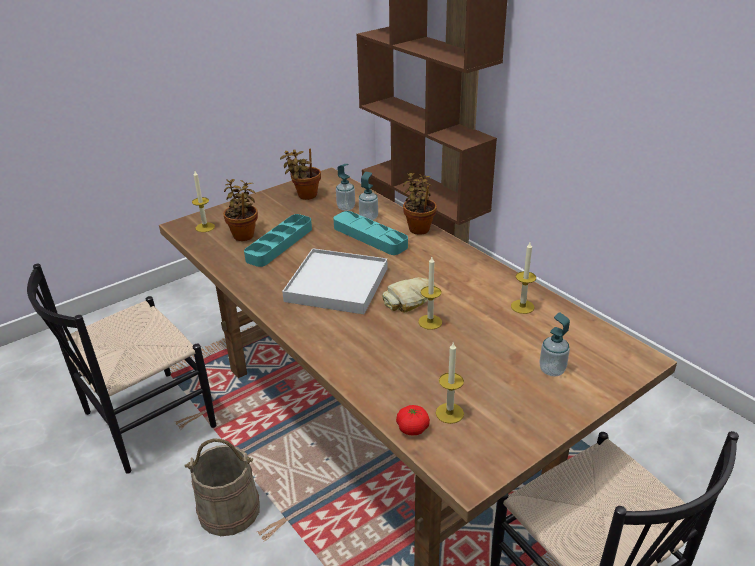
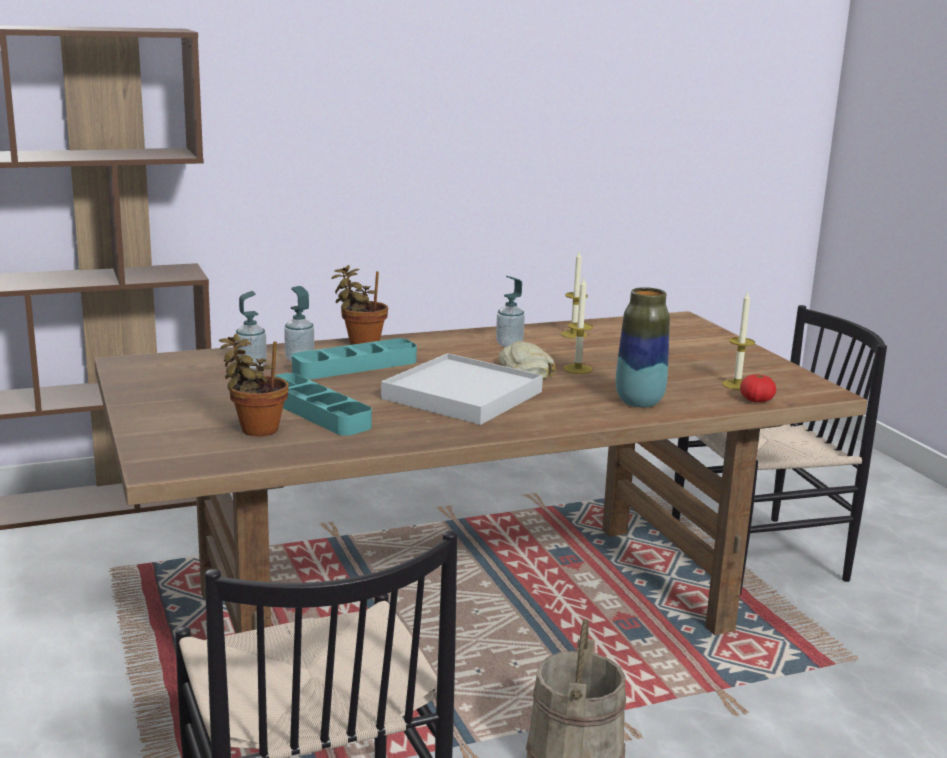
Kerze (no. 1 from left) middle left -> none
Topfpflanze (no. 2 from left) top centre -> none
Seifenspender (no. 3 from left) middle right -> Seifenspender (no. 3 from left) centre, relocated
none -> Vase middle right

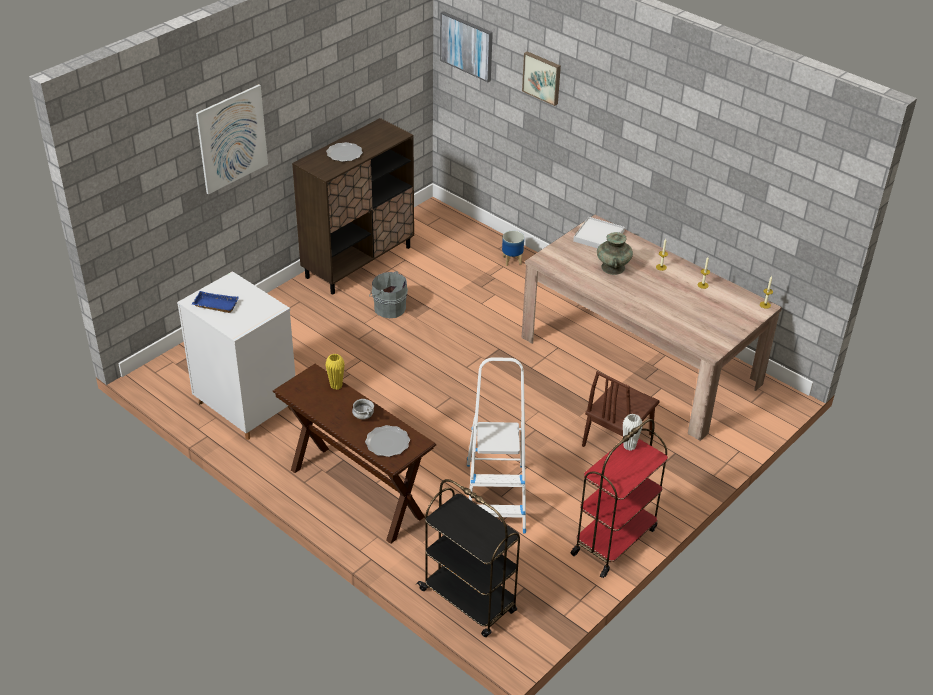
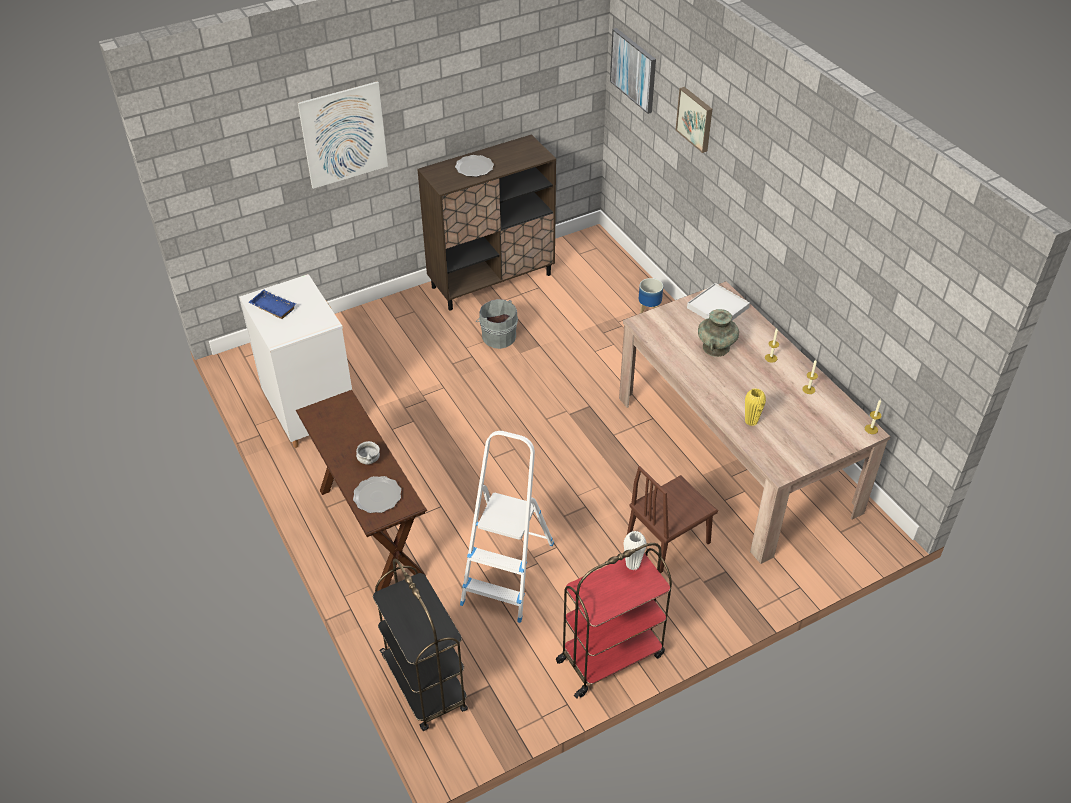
Vase/gelb centre -> Vase/gelb middle right, relocated

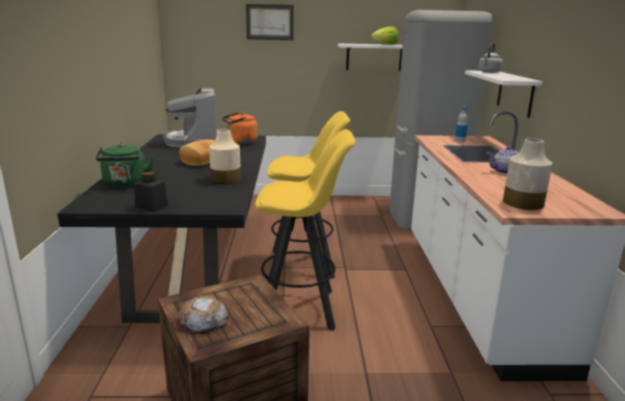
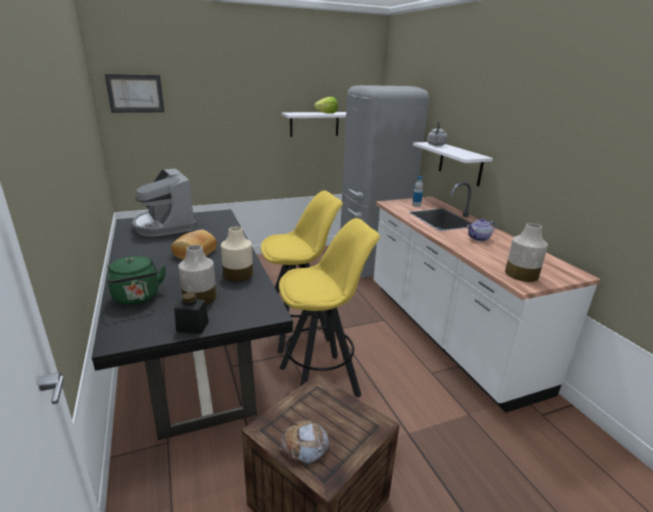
Wasserkessel/orange top centre -> none
Bild top centre -> Bild top left, relocated
none -> Vase/beige (no. 1 from left) middle left

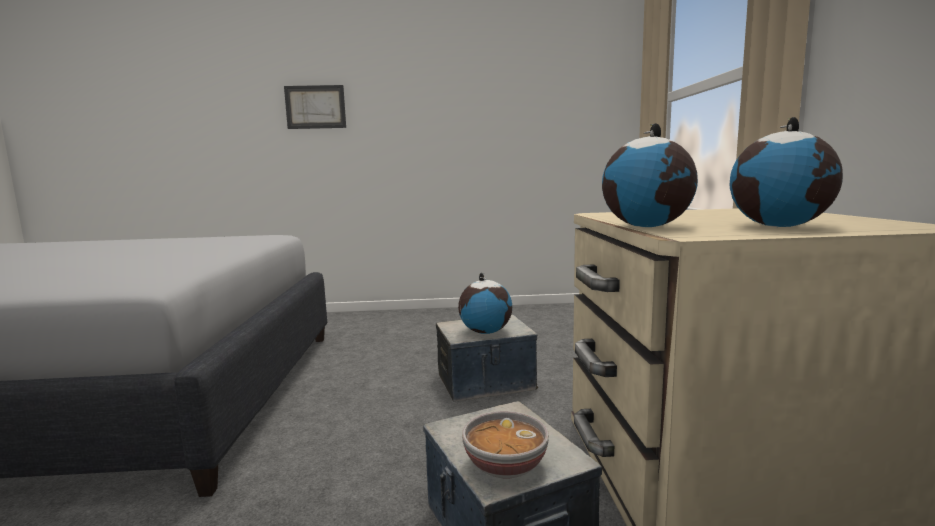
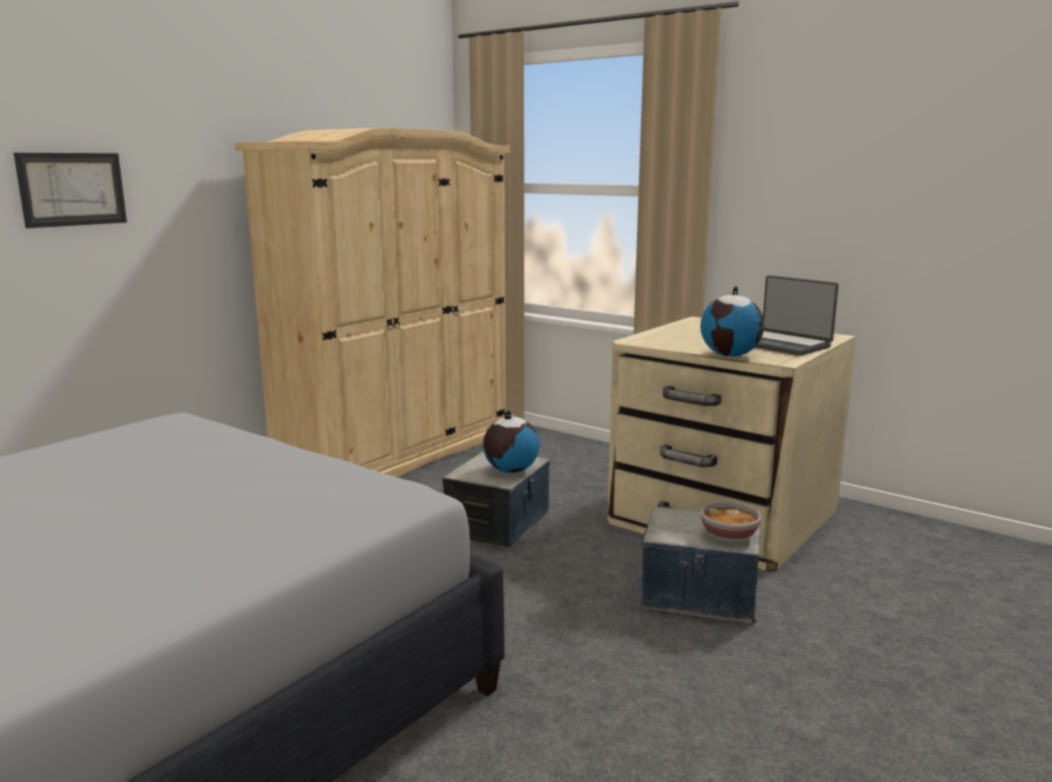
Globus (no. 3 from left) top right -> Laptop middle right
none -> Kleiderschrank/beige centre

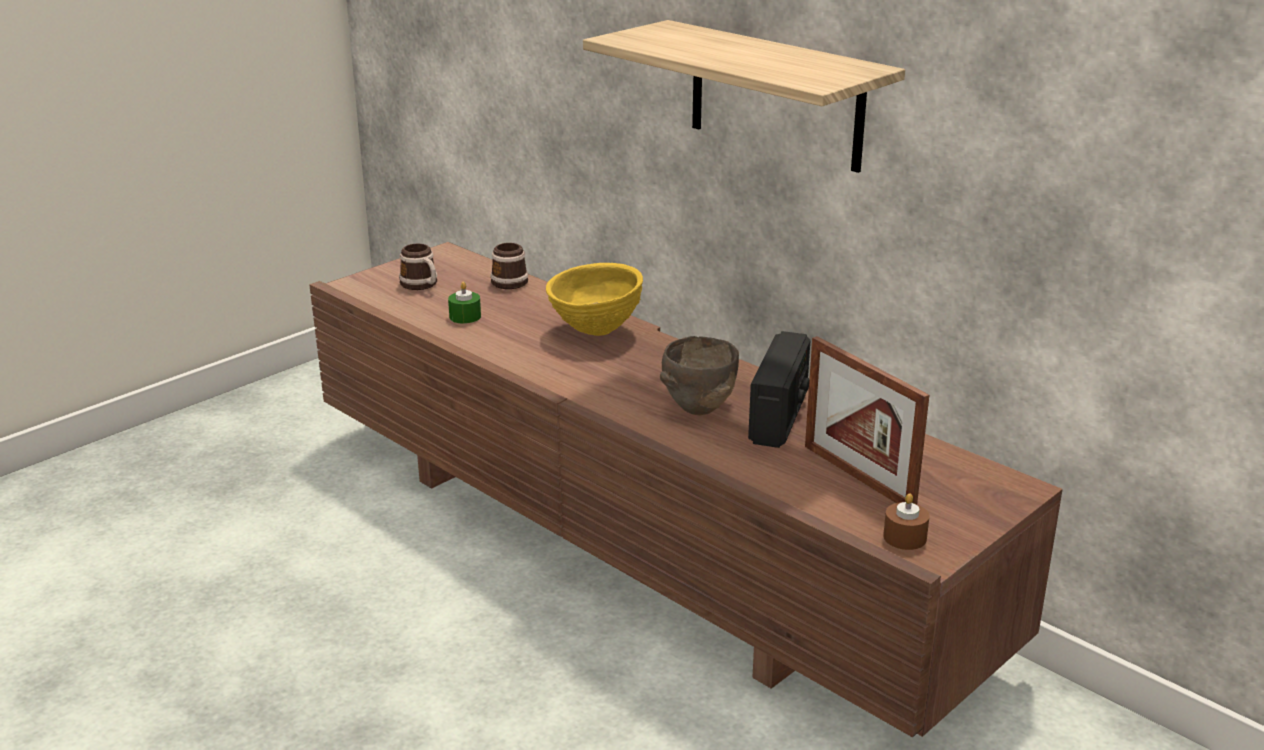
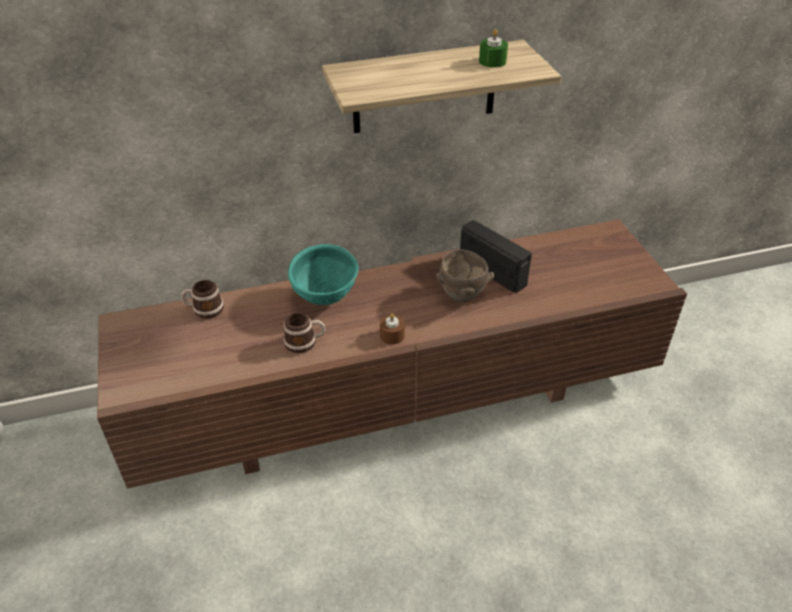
Henkelbecher (no. 1 from left in the first image) middle left -> Henkelbecher (no. 2 from left) centre, relocated
Kerze/grün centre -> Kerze/grün top centre, relocated
Schüssel/gelb centre -> Schüssel/türkis centre
Bilderrahmen middle right -> none
Kerze/braun bottom right -> Kerze/braun centre, relocated

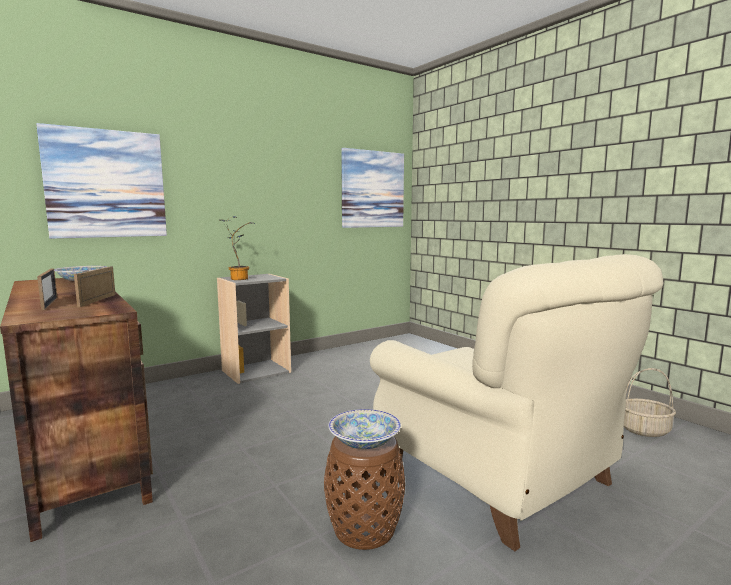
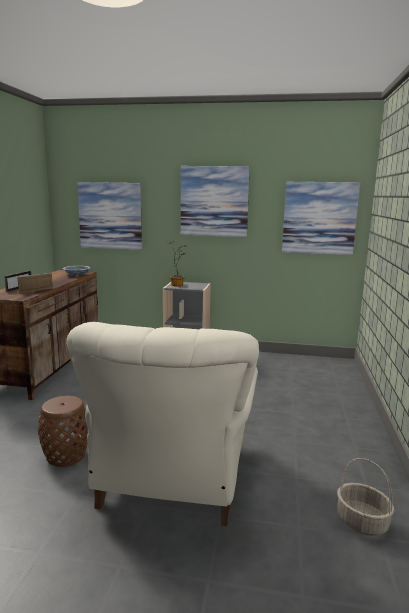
Schüssel (no. 2 from left) bottom centre -> none
none -> Bild (no. 2 from left) top centre

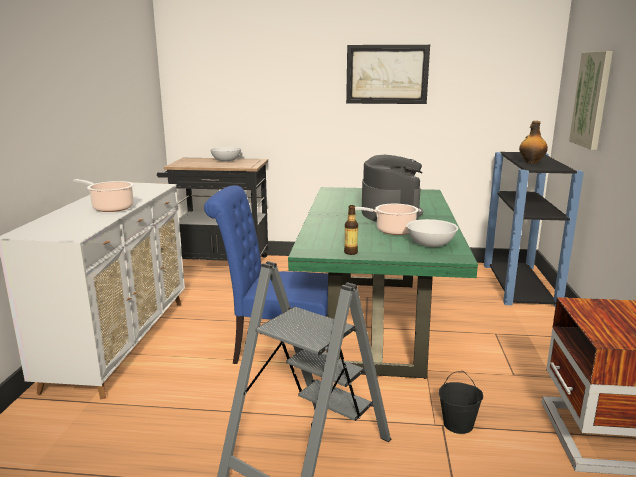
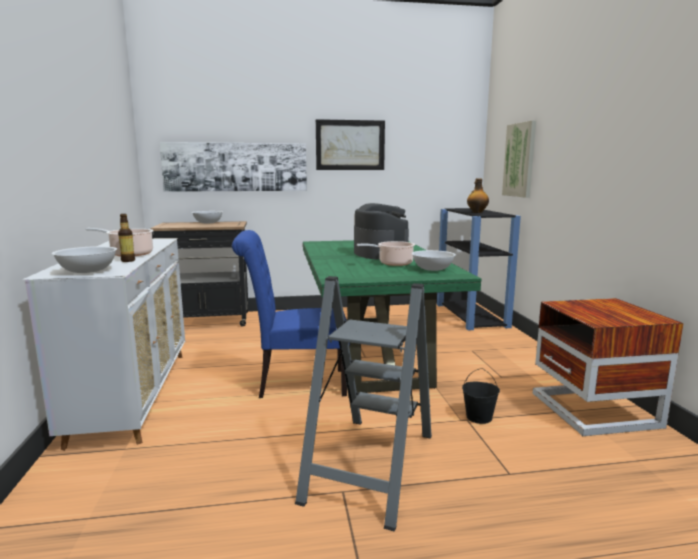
Flasche (no. 1 from left) centre -> Flasche (no. 1 from left) middle left, relocated
none -> Schüssel/weiß (no. 1 from left) middle left
none -> Bild (no. 1 from left) top centre

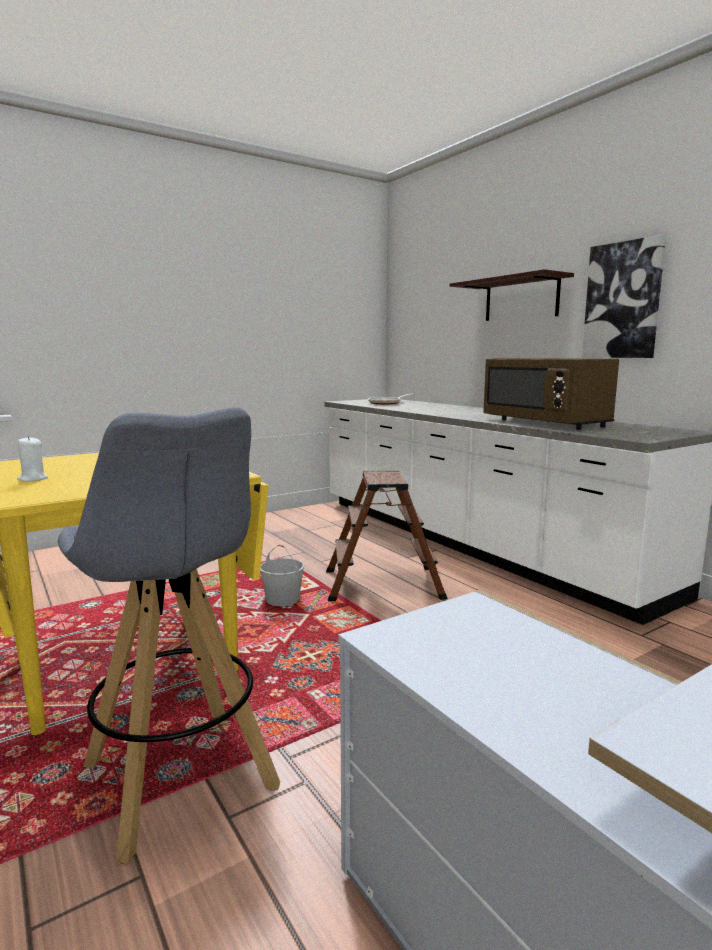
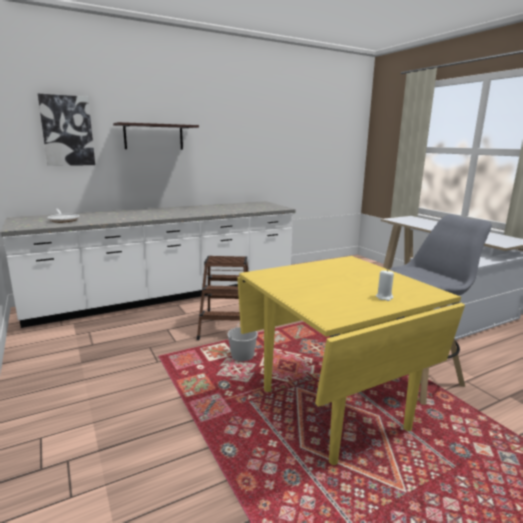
Mikrowelle/braun middle right -> none
Bild top right -> Bild top left, relocated

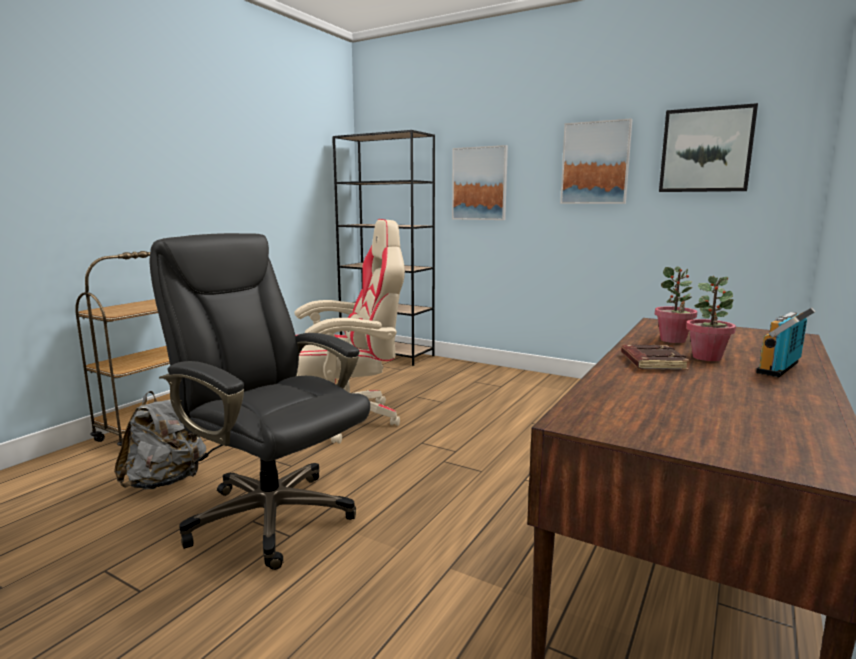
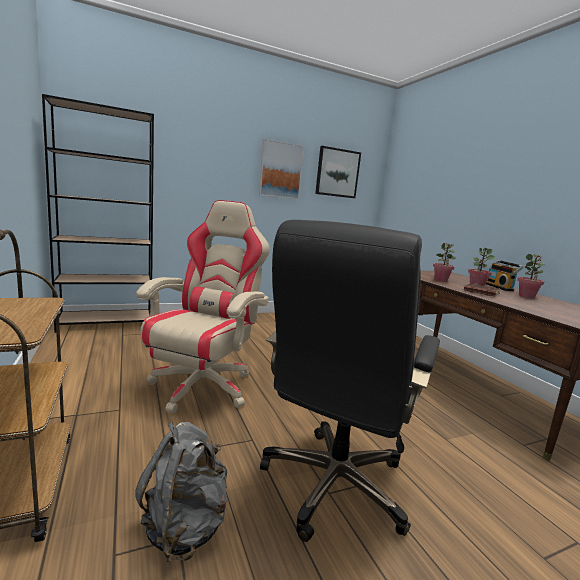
Bürostuhl/schwarz middle left -> Bürostuhl/schwarz centre, 45 degrees counterclockwise
Bild (no. 1 from left) top centre -> none
none -> Topfpflanze (no. 3 from left) middle right

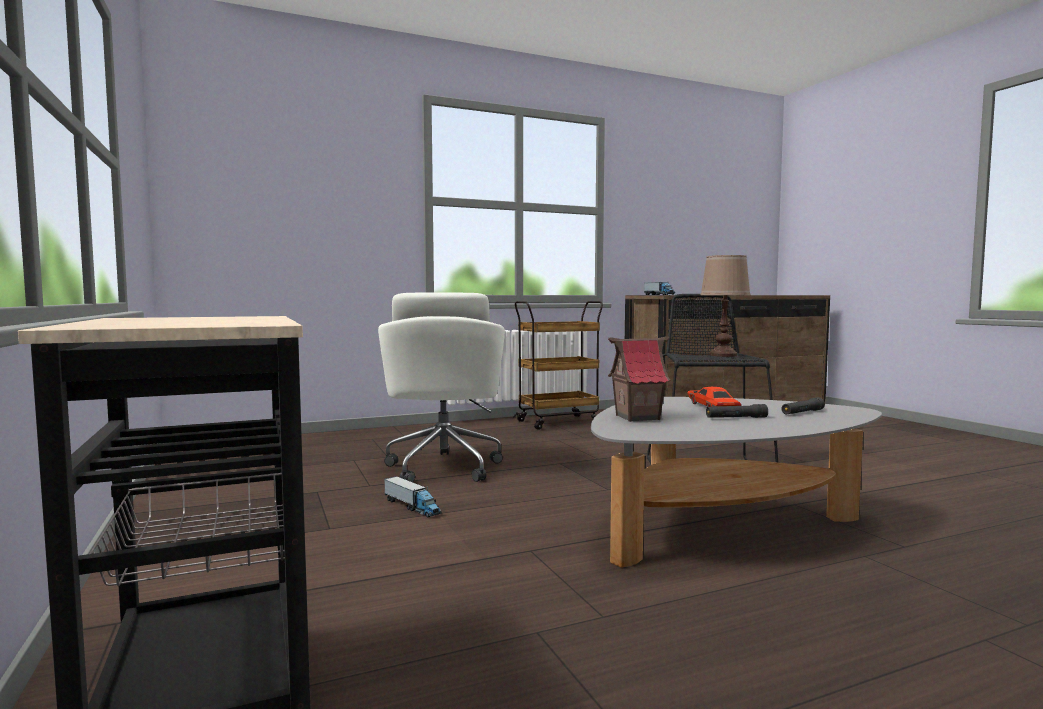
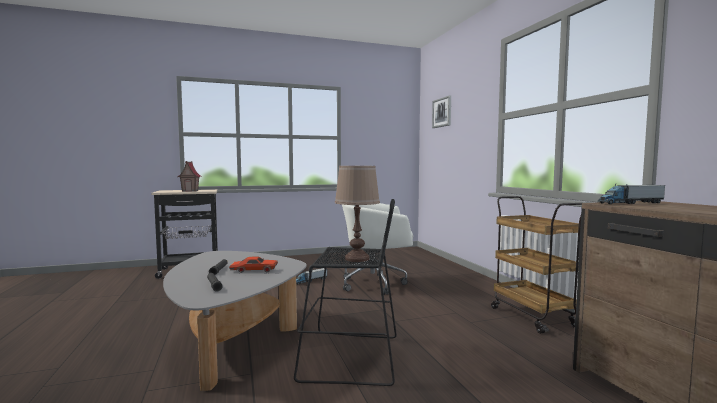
Spielzeughaus centre -> Spielzeughaus middle left, relocated
none -> Bild top centre

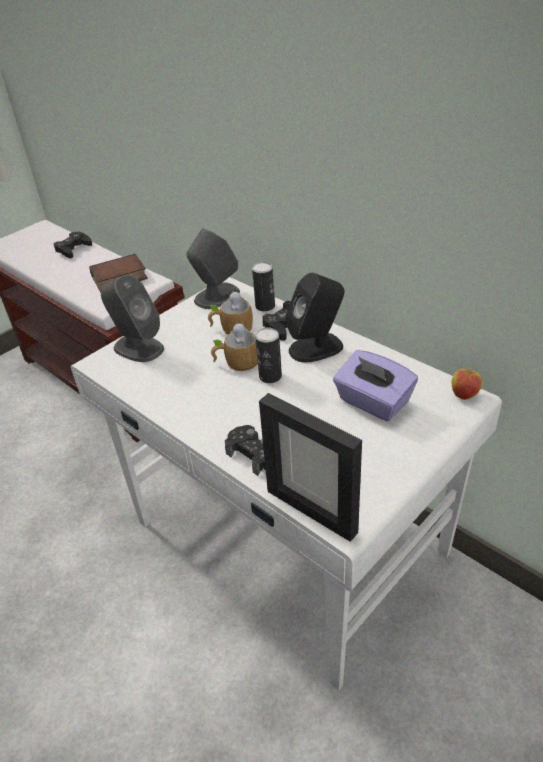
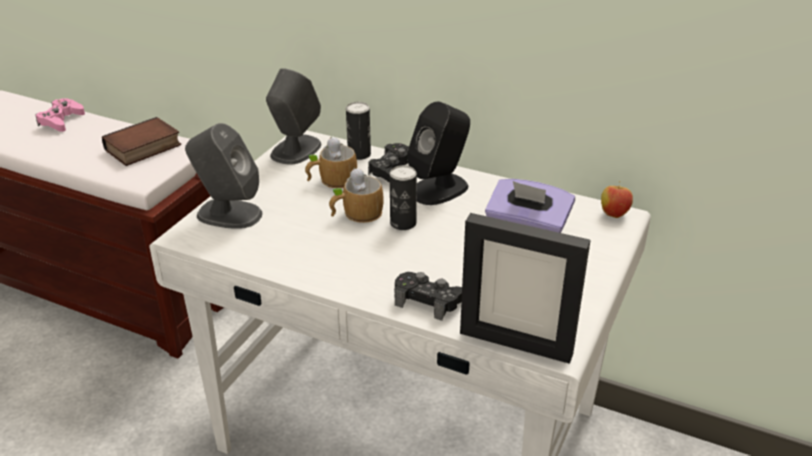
Gamepad/schwarz (no. 1 from left) top left -> Gamepad/rosa top left

